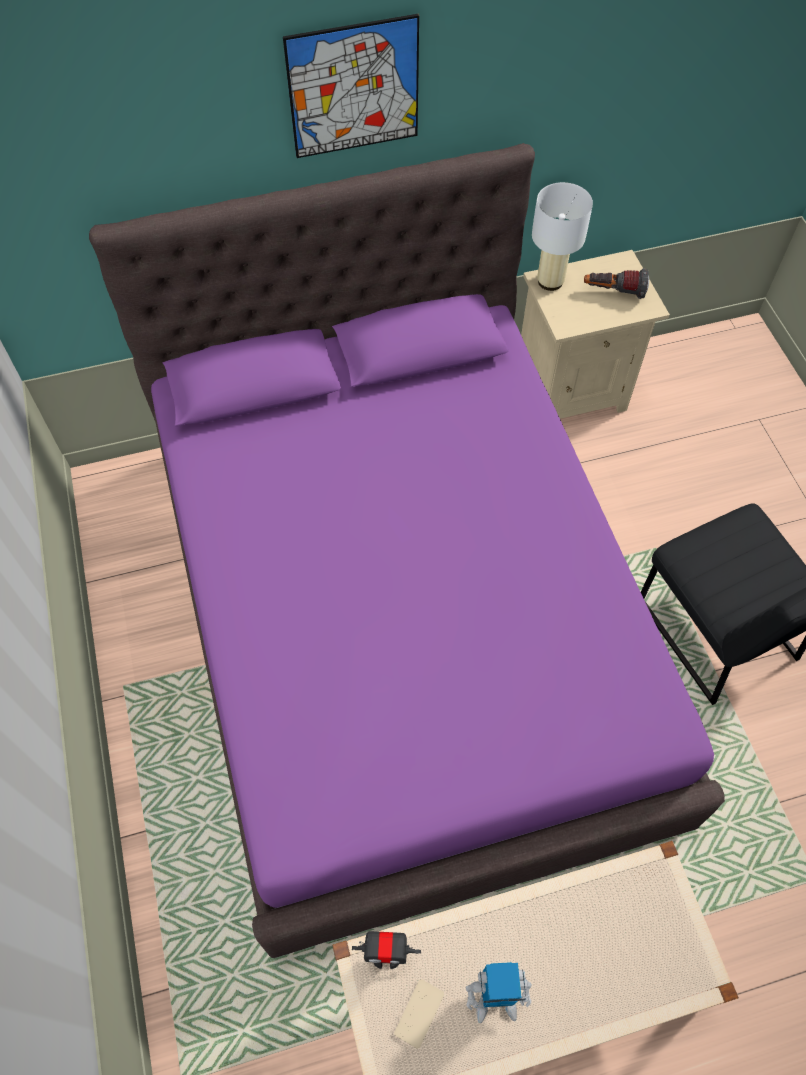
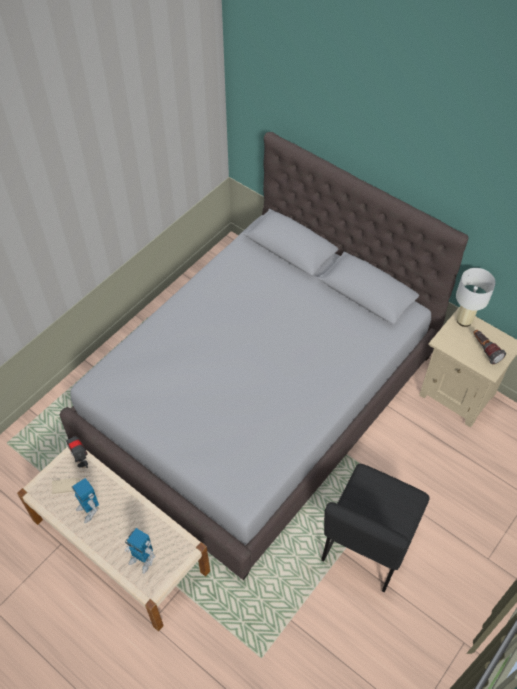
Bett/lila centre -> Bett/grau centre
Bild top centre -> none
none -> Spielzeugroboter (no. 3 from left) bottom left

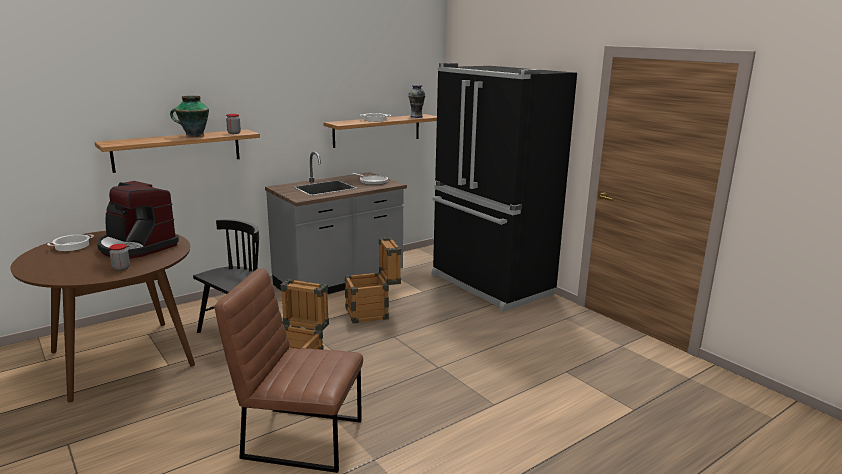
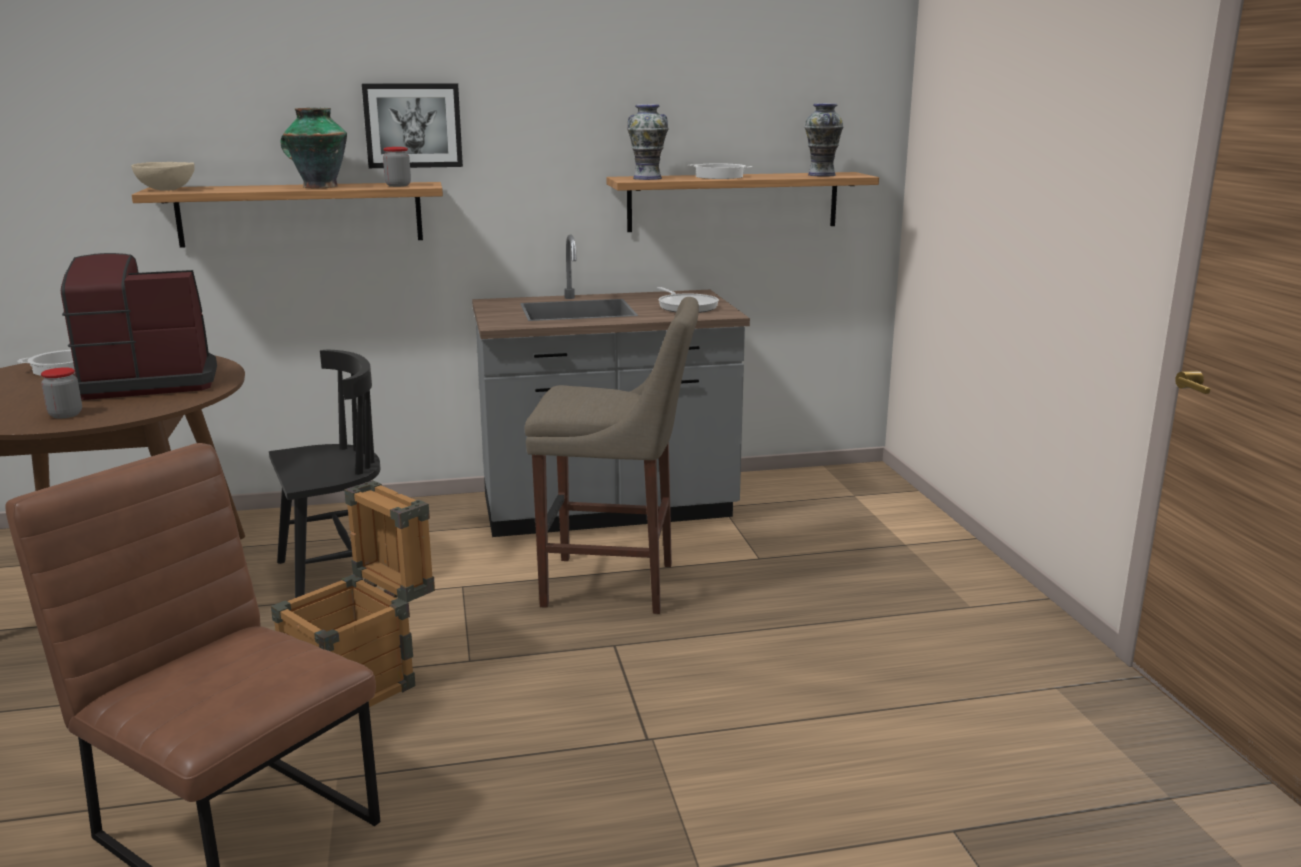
Kaffeemaschine middle left, 105 degrees clockwise
Kiste (no. 2 from left) centre -> Hocker/beige centre
Kühlschrank/schwarz centre -> none
none -> Schüssel/beige top left
none -> Bild top left
none -> Vase (no. 2 from left) top centre

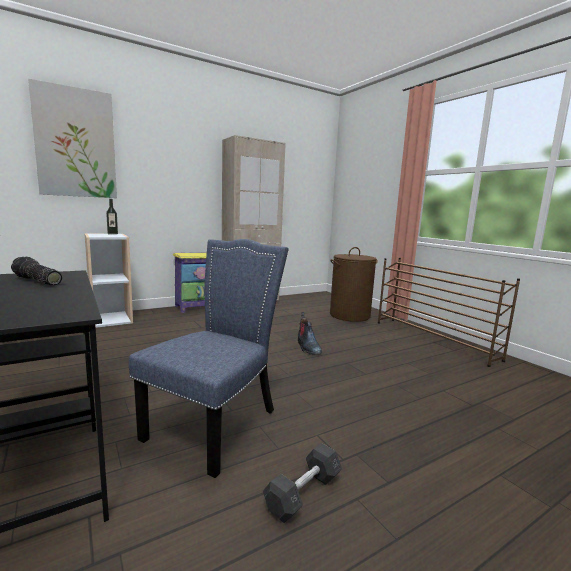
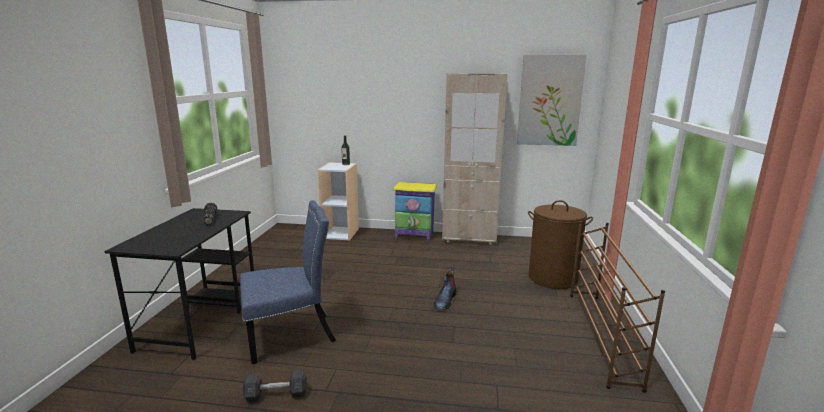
Bild top left -> Bild top right, relocated

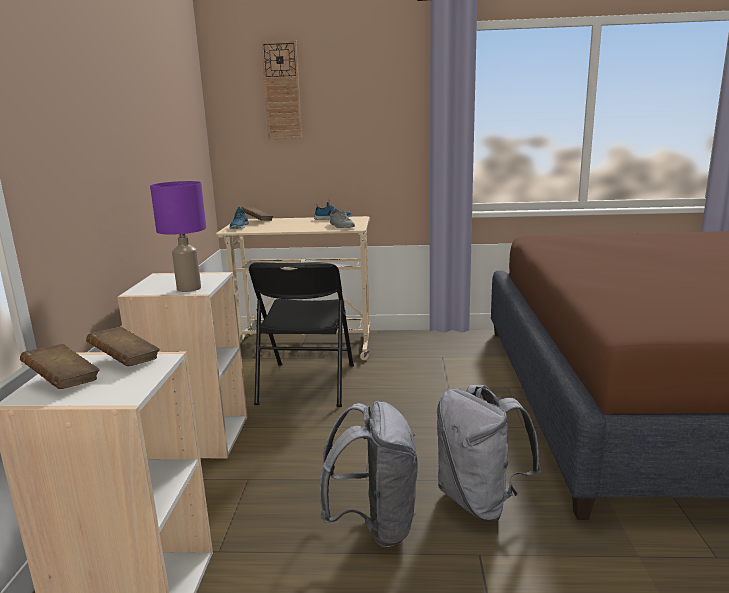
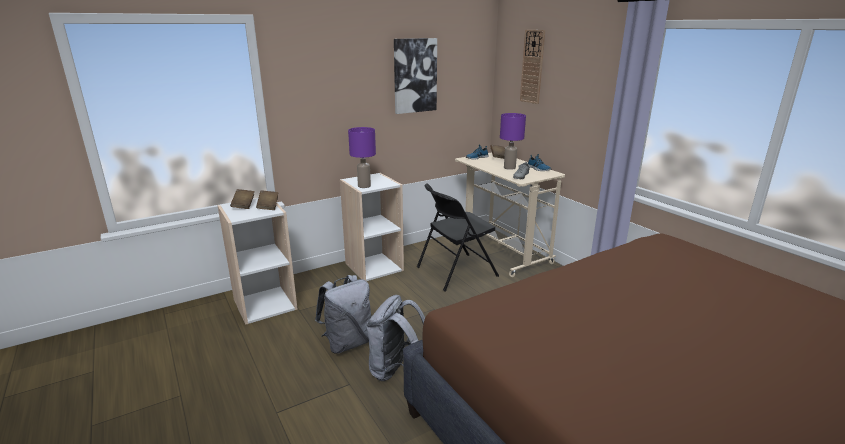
none -> Bild top centre
none -> Tischlampe/lila (no. 2 from left) top centre

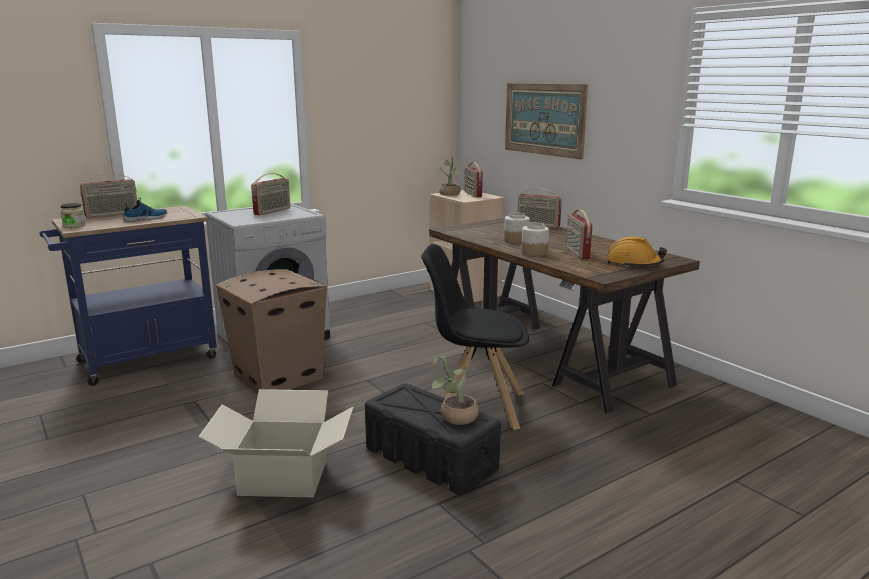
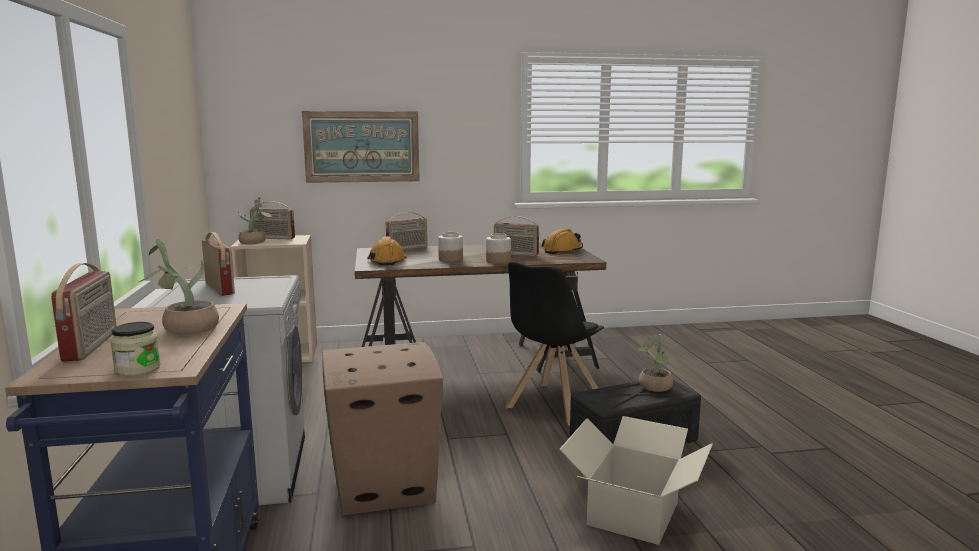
Schuh middle left -> Topfpflanze (no. 1 from left) middle left
none -> Schutzhelm/orange (no. 1 from left) centre

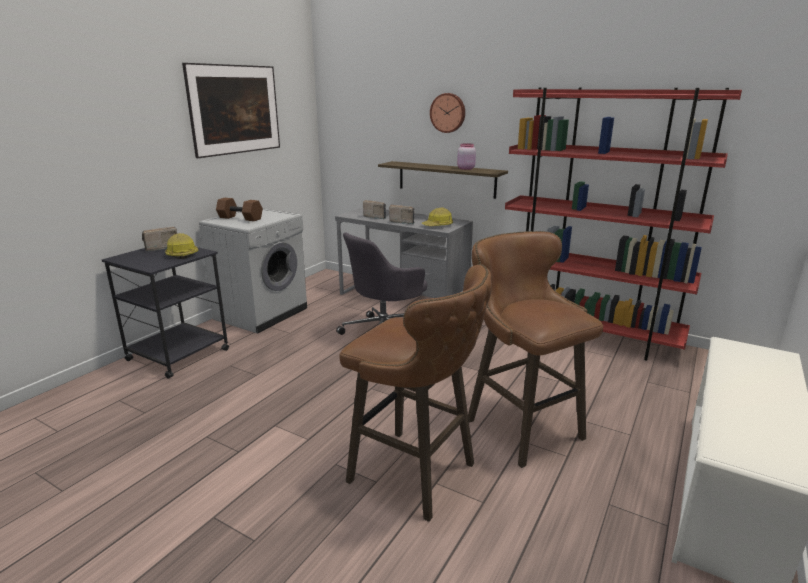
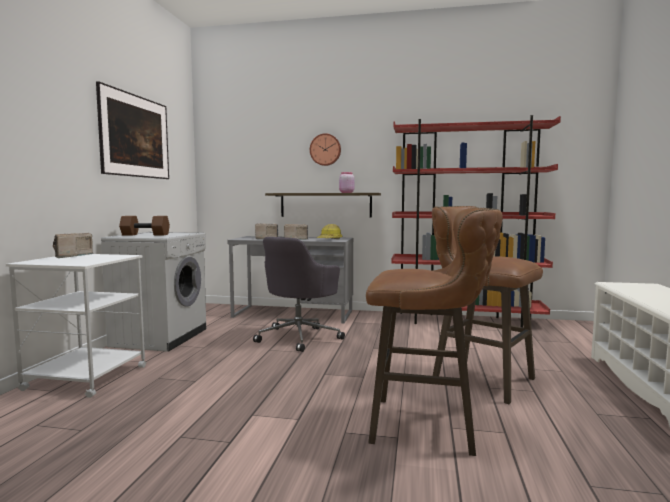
Rollwagen/schwarz middle left -> Rollwagen/weiß middle left
Schutzhelm (no. 1 from left) middle left -> none

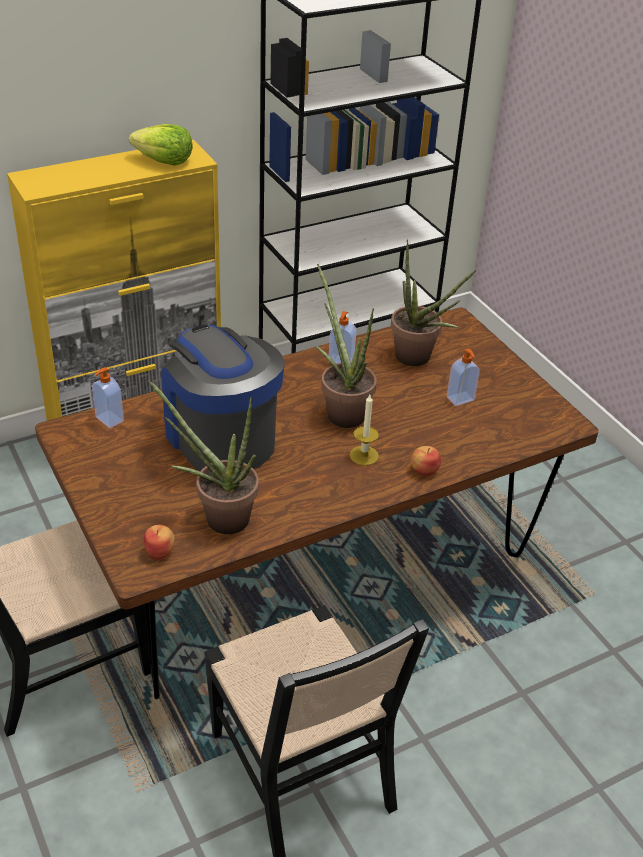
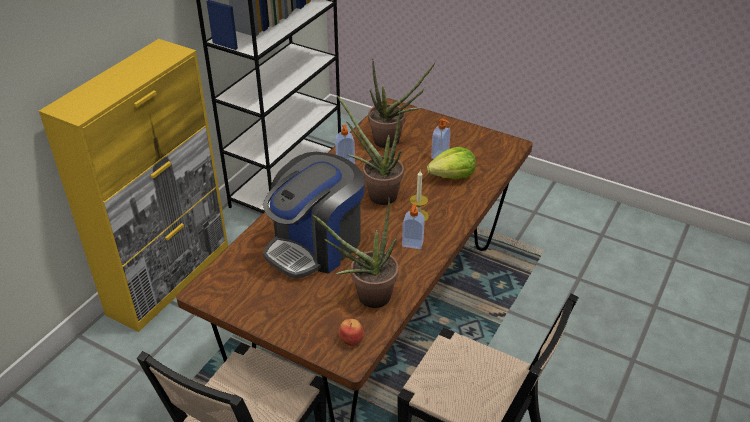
Seifenspender (no. 1 from left in the first image) middle left -> Seifenspender (no. 2 from left) centre, relocated
Salatkopf top left -> Salatkopf centre, relocated
Kaffeemaschine centre, 75 degrees counterclockwise
Apfel (no. 2 from left) centre -> none

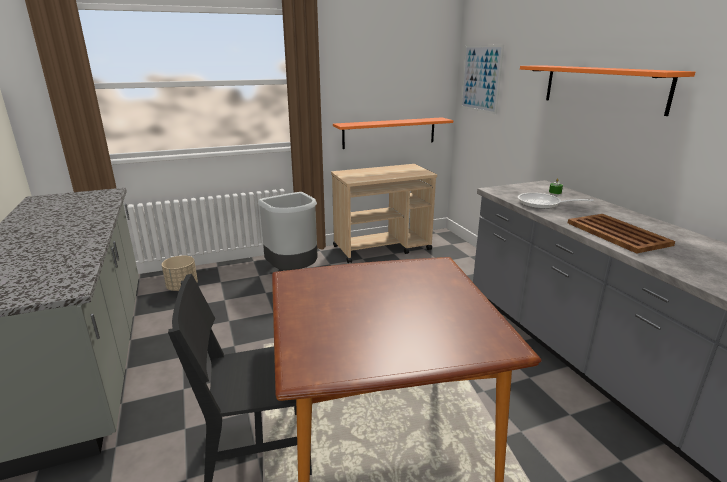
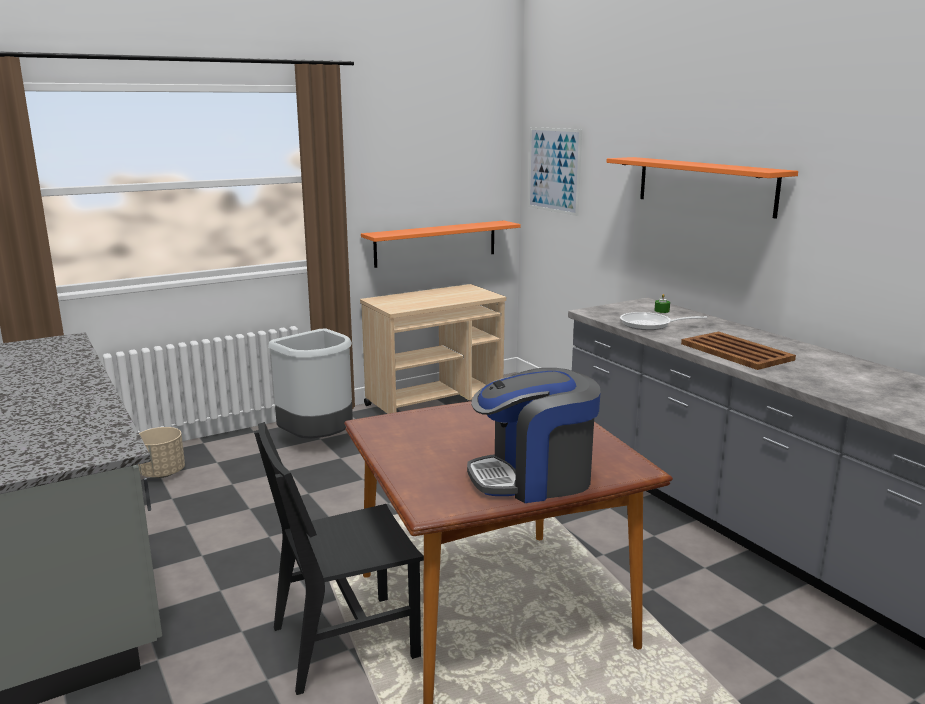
none -> Kaffeemaschine centre

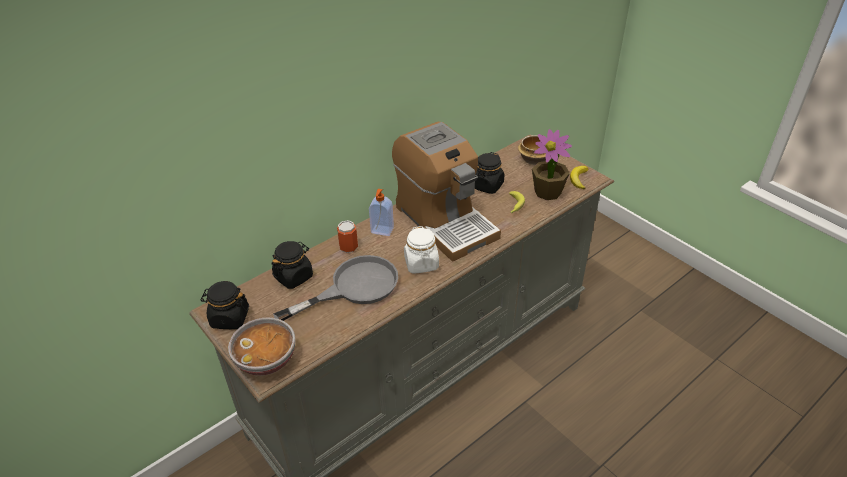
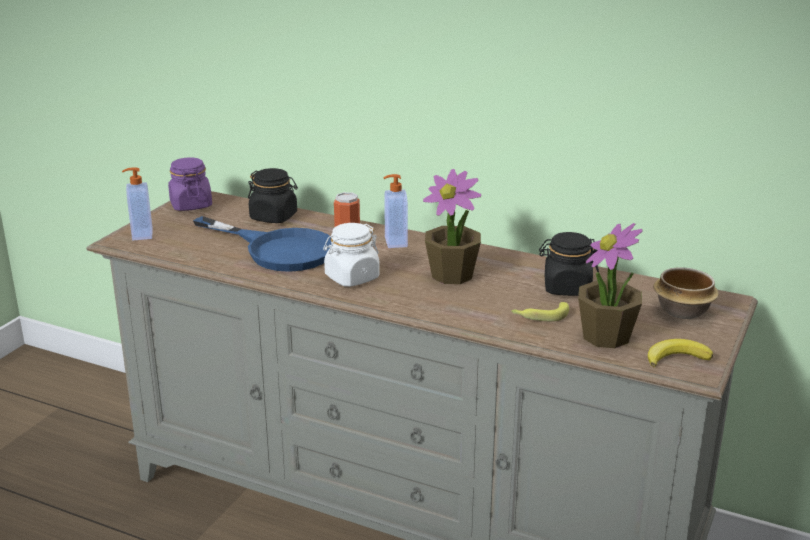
Vorratsglas/schwarz (no. 1 from left) middle left -> Vorratsglas/lila middle left
Schüssel (no. 1 from left) bottom left -> Seifenspender (no. 1 from left) middle left
Pfanne/grau centre -> Pfanne/blau middle left
Kaffeemaschine centre -> Topfpflanze (no. 1 from left) centre

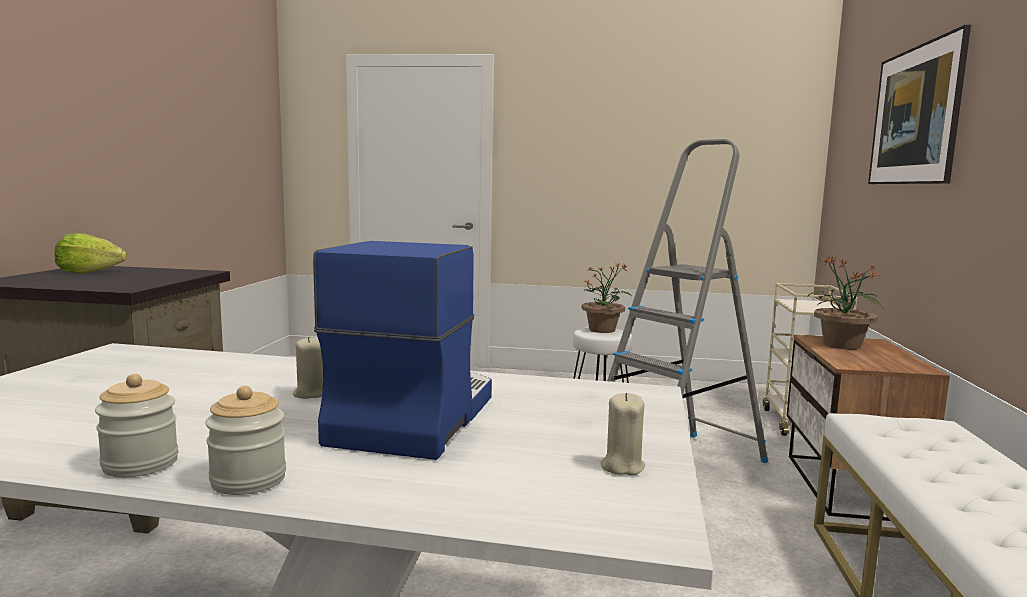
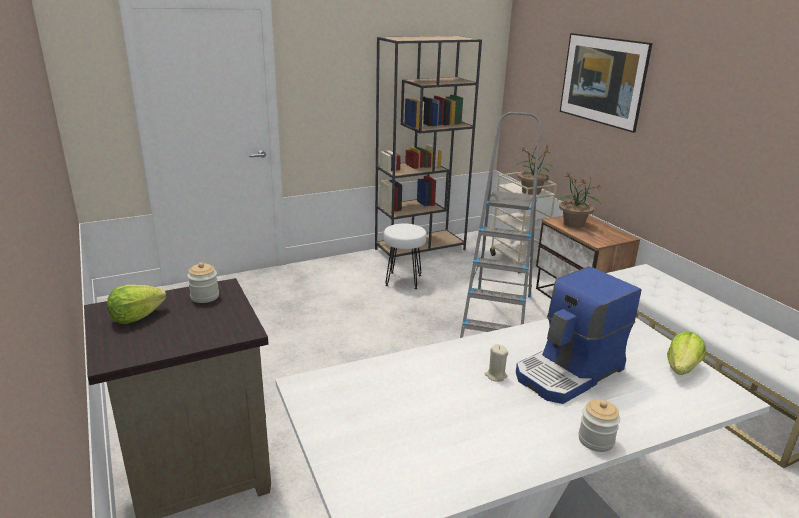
Vorratsglas (no. 1 from left) bottom left -> Vorratsglas (no. 1 from left) middle left, relocated
Kaffeemaschine centre -> Kaffeemaschine middle right, 105 degrees counterclockwise
Topfpflanze (no. 1 from left) centre -> Topfpflanze (no. 1 from left) top right, relocated
Kerze/beige (no. 2 from left) bottom centre -> Salatkopf (no. 2 from left) bottom right
none -> Bücherregal top centre

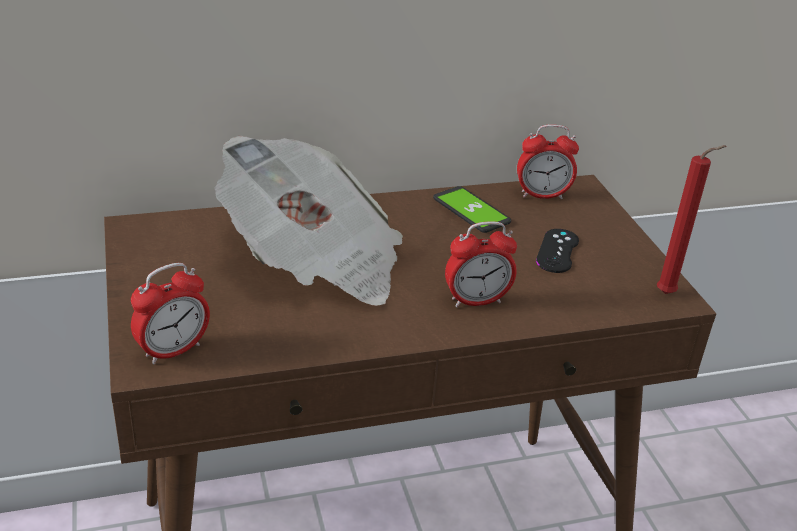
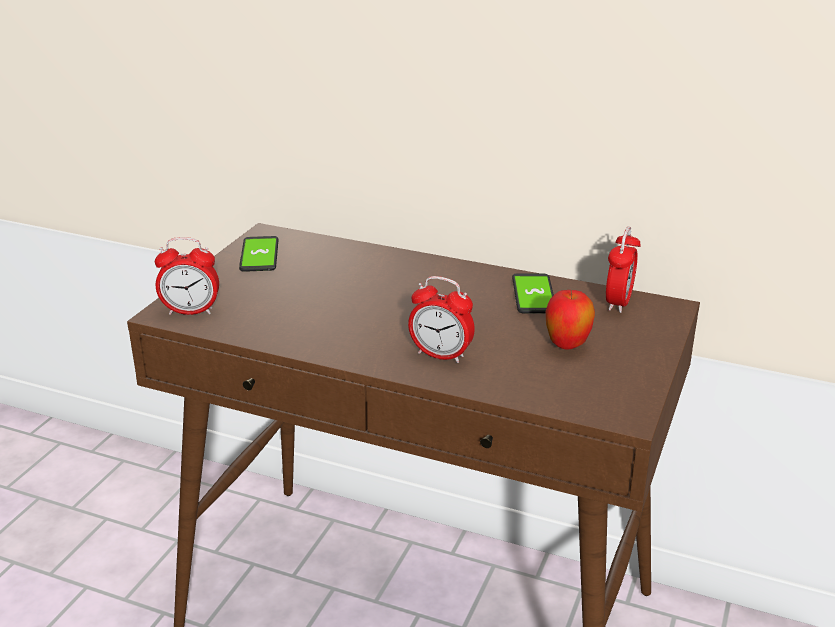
Zeitung centre -> none
Wecker (no. 3 from left) top right -> Wecker (no. 3 from left) middle right, 105 degrees counterclockwise
Gamepad/schwarz middle right -> Apfel middle right
Kerze/rot middle right -> none
none -> Handy (no. 1 from left) middle left

